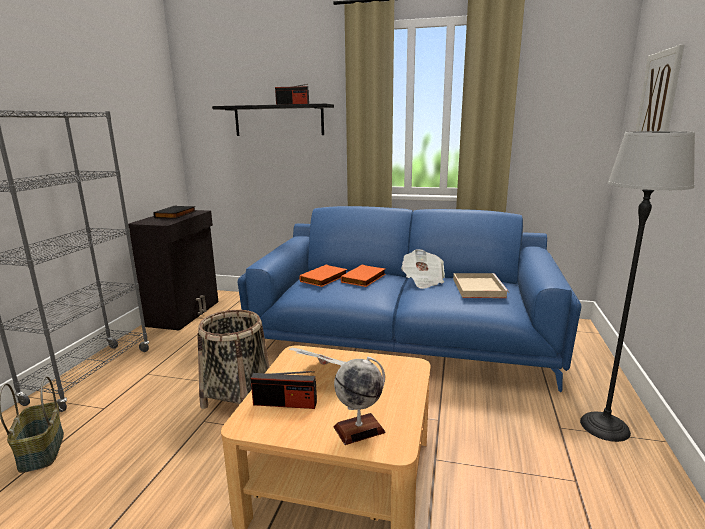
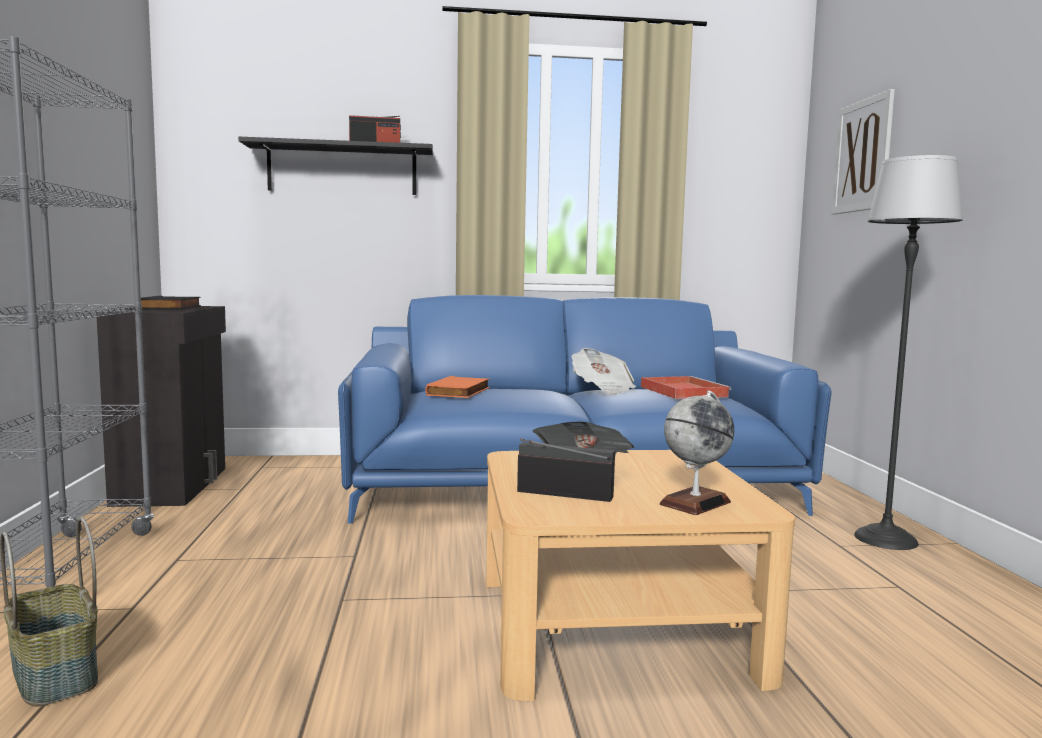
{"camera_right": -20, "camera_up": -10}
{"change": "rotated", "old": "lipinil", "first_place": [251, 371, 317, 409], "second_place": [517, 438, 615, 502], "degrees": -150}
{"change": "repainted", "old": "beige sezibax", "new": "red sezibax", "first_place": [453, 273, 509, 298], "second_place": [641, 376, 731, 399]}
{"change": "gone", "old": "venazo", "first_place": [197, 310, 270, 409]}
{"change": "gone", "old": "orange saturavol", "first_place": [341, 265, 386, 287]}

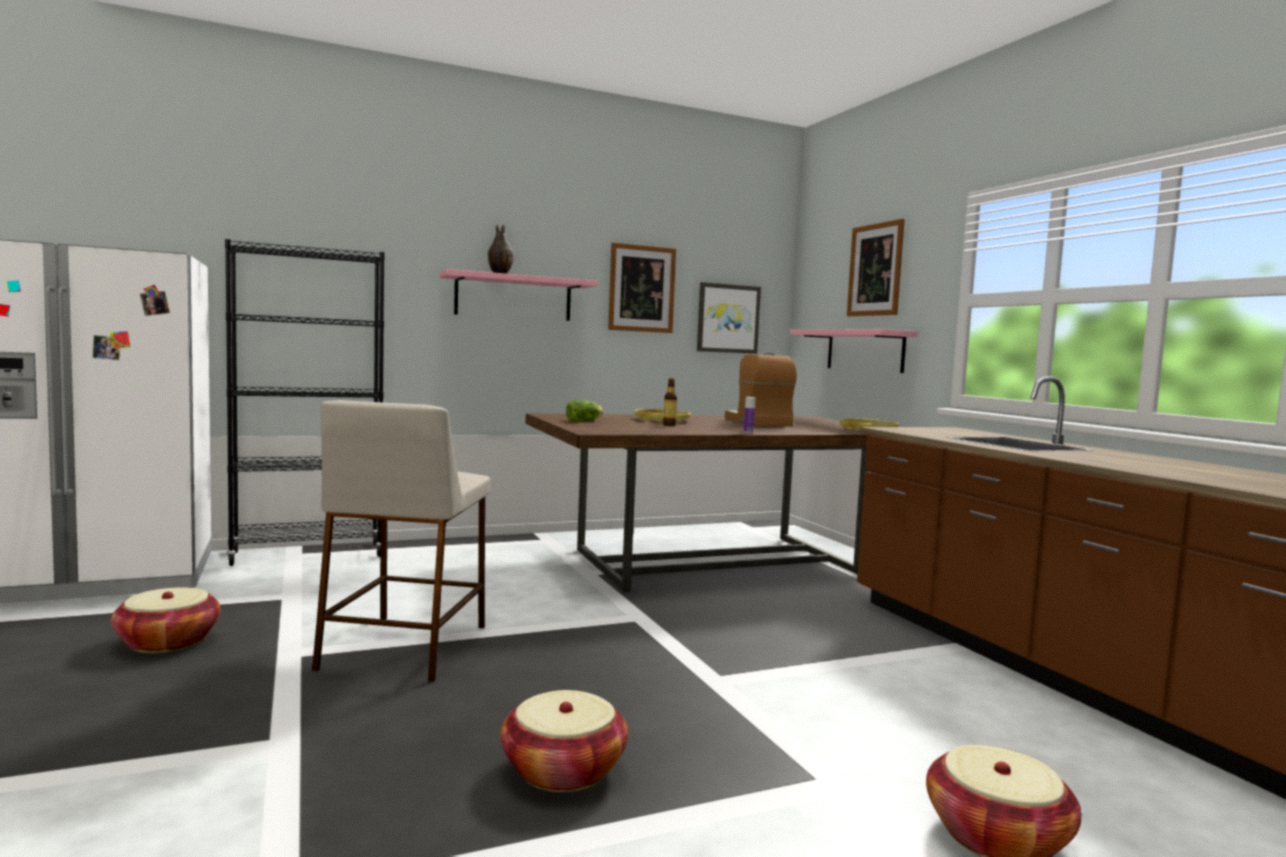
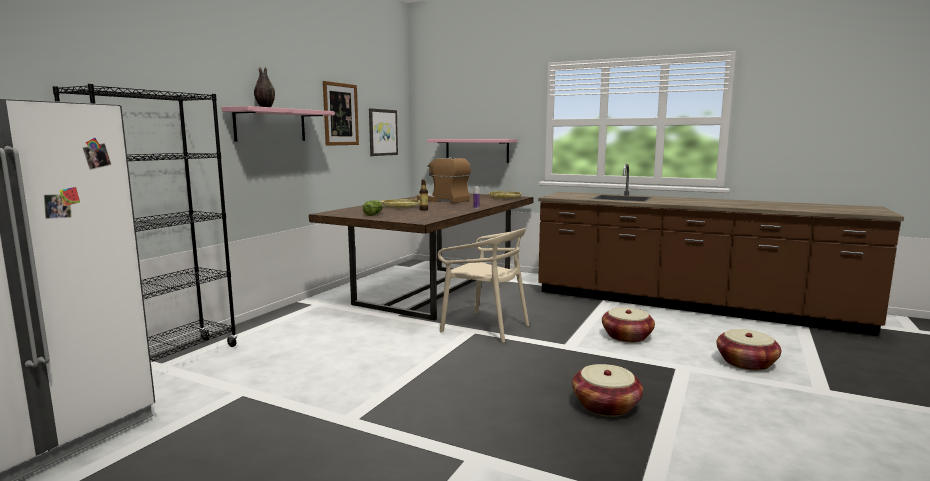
{"camera_right": -40, "camera_up": 5}
{"change": "new", "new": "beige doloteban", "second_place": [437, 228, 529, 343]}
{"change": "shifted", "old": "venazo", "first_place": [111, 587, 220, 653], "second_place": [602, 307, 655, 343]}
{"change": "gone", "old": "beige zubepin", "first_place": [312, 400, 491, 682]}
{"change": "gone", "old": "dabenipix", "first_place": [847, 219, 905, 316]}

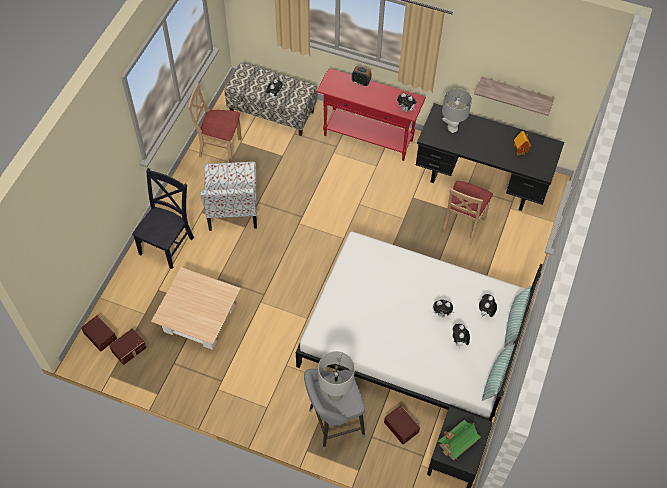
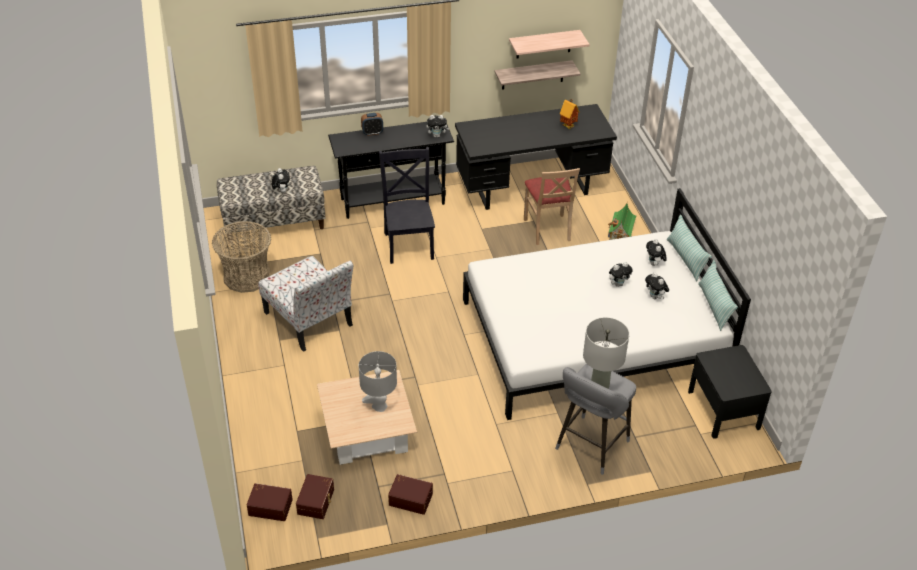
{"camera_right": -35, "camera_up": -15}
{"change": "swapped", "old": "beige doloteban", "new": "venazo", "first_place": [188, 83, 242, 163], "second_place": [212, 221, 271, 293]}
{"change": "repainted", "old": "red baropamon", "new": "black baropamon", "first_place": [316, 68, 426, 161], "second_place": [328, 122, 454, 219]}
{"change": "shifted", "old": "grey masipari", "first_place": [442, 88, 472, 133], "second_place": [359, 351, 397, 412]}
{"change": "shifted", "old": "black doloteban", "first_place": [132, 168, 194, 269], "second_place": [379, 147, 435, 264]}
{"change": "shifted", "old": "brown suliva", "first_place": [384, 405, 420, 444], "second_place": [388, 474, 433, 515]}
{"change": "new", "new": "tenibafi", "second_place": [509, 30, 590, 59]}
{"change": "shifted", "old": "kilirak", "first_place": [437, 419, 481, 461], "second_place": [608, 204, 636, 240]}

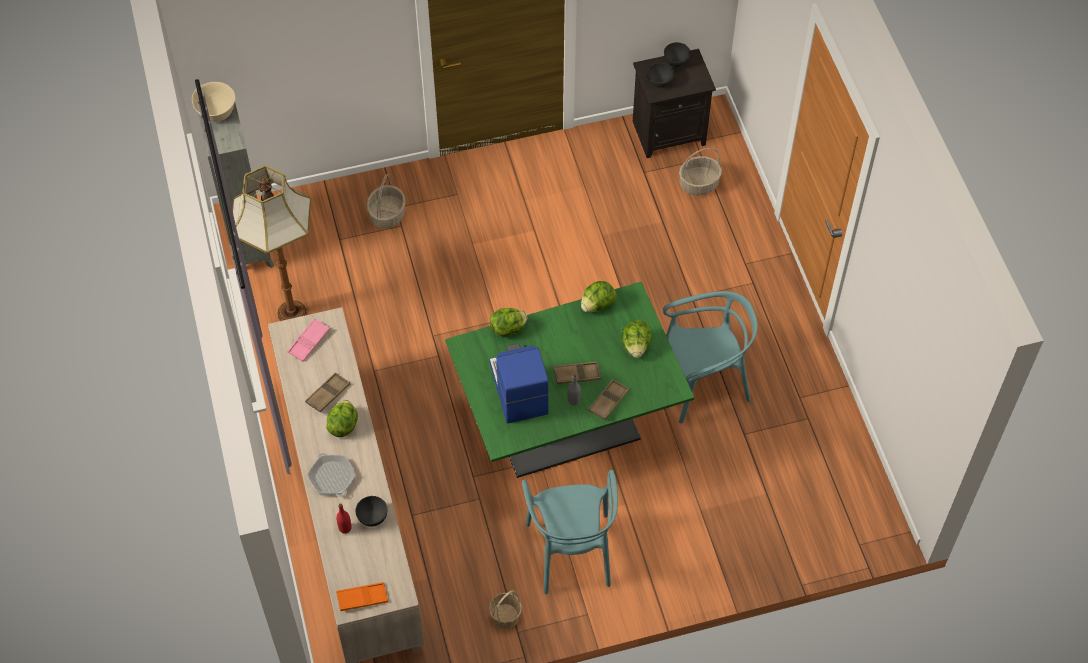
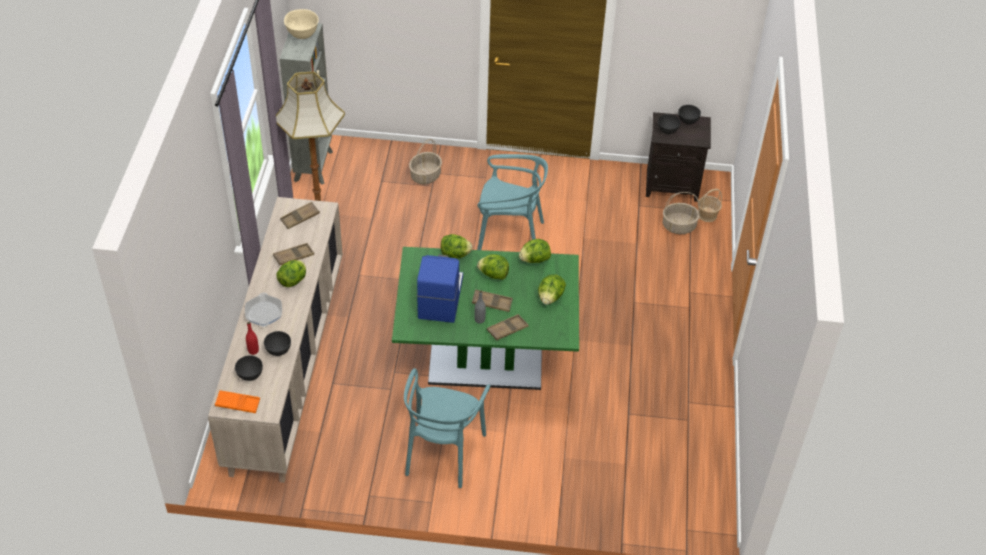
{"camera_right": 20, "camera_up": -10}
{"change": "new", "new": "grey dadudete", "second_place": [235, 355, 263, 381]}
{"change": "repainted", "old": "pink sezibax", "new": "brown sezibax", "first_place": [287, 318, 330, 362], "second_place": [280, 202, 320, 229]}
{"change": "shifted", "old": "turquoise doloteban", "first_place": [663, 291, 758, 423], "second_place": [477, 154, 548, 250]}
{"change": "new", "new": "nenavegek", "second_place": [477, 254, 509, 280]}
{"change": "shifted", "old": "venazo", "first_place": [488, 590, 522, 629], "second_place": [698, 189, 722, 222]}

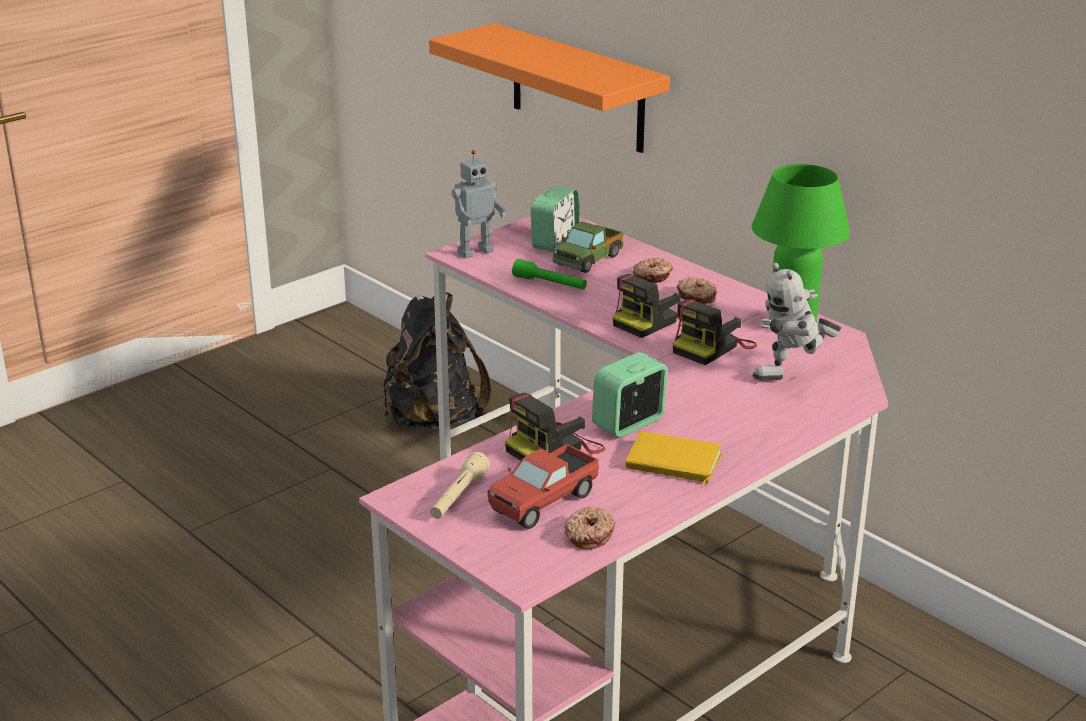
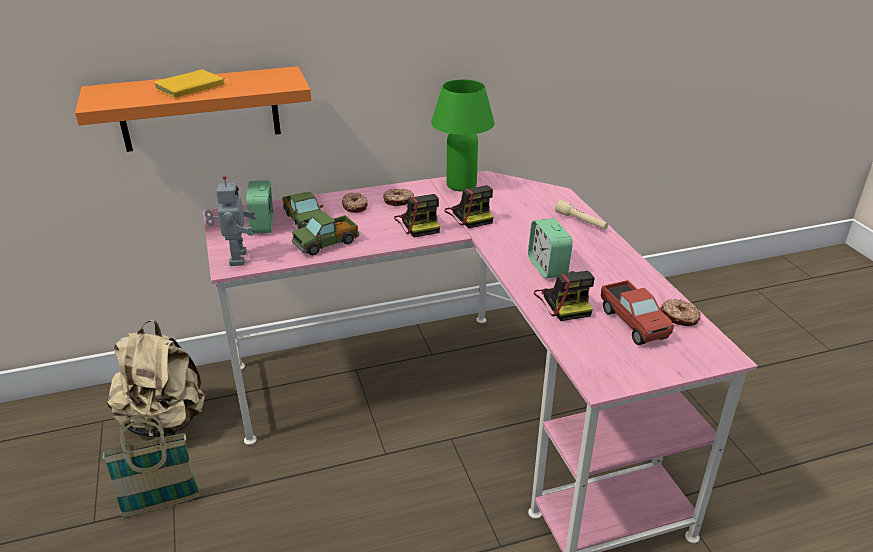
{"camera_right": -65, "camera_up": 5}
{"change": "new", "new": "venazo", "second_place": [103, 414, 200, 517]}
{"change": "repainted", "old": "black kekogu", "new": "beige kekogu", "first_place": [384, 293, 491, 429], "second_place": [107, 320, 205, 439]}
{"change": "shifted", "old": "yellow saturavol", "first_place": [625, 432, 722, 487], "second_place": [154, 69, 230, 98]}
{"change": "rotated", "old": "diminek", "first_place": [530, 186, 580, 252], "second_place": [246, 181, 273, 233], "degrees": -150}
{"change": "swapped", "old": "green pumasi", "new": "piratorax", "first_place": [512, 259, 587, 290], "second_place": [292, 212, 359, 255]}
{"change": "shifted", "old": "beige pumasi", "first_place": [430, 452, 490, 519], "second_place": [555, 200, 608, 230]}
{"change": "gone", "old": "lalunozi", "first_place": [753, 263, 841, 381]}

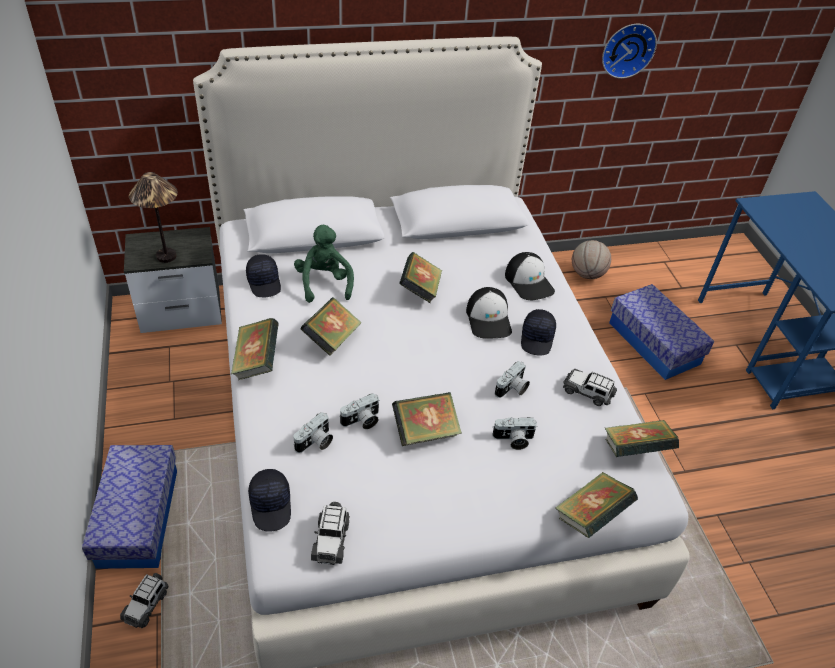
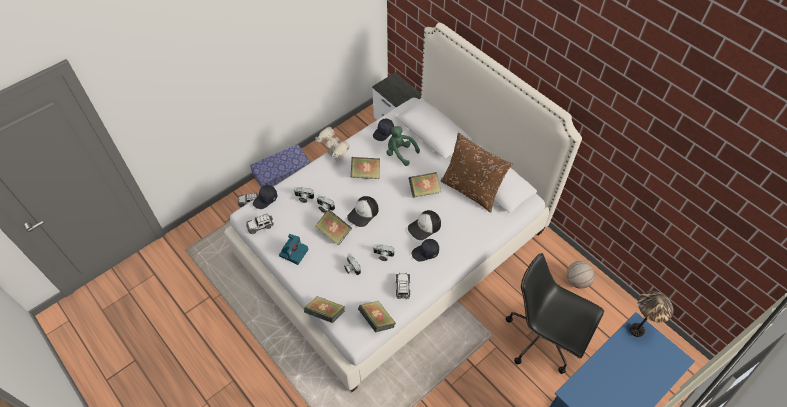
{"camera_right": 65, "camera_up": 10}
{"change": "new", "new": "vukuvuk", "second_place": [279, 234, 309, 265]}
{"change": "swapped", "old": "saturavol", "new": "lalunozi", "first_place": [231, 318, 279, 380], "second_place": [315, 126, 350, 161]}
{"change": "shifted", "old": "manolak", "first_place": [505, 252, 555, 300], "second_place": [347, 196, 379, 227]}
{"change": "rotated", "old": "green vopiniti", "first_place": [294, 225, 354, 303], "second_place": [386, 126, 420, 166], "degrees": -105}
{"change": "new", "new": "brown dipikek", "second_place": [441, 133, 512, 213]}
{"change": "swapped", "old": "suliva", "new": "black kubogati", "first_place": [609, 284, 714, 380], "second_place": [506, 253, 604, 374]}
{"change": "shifted", "old": "masipari", "first_place": [129, 172, 178, 263], "second_place": [630, 291, 674, 337]}
{"change": "gone", "old": "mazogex", "first_place": [602, 24, 657, 79]}

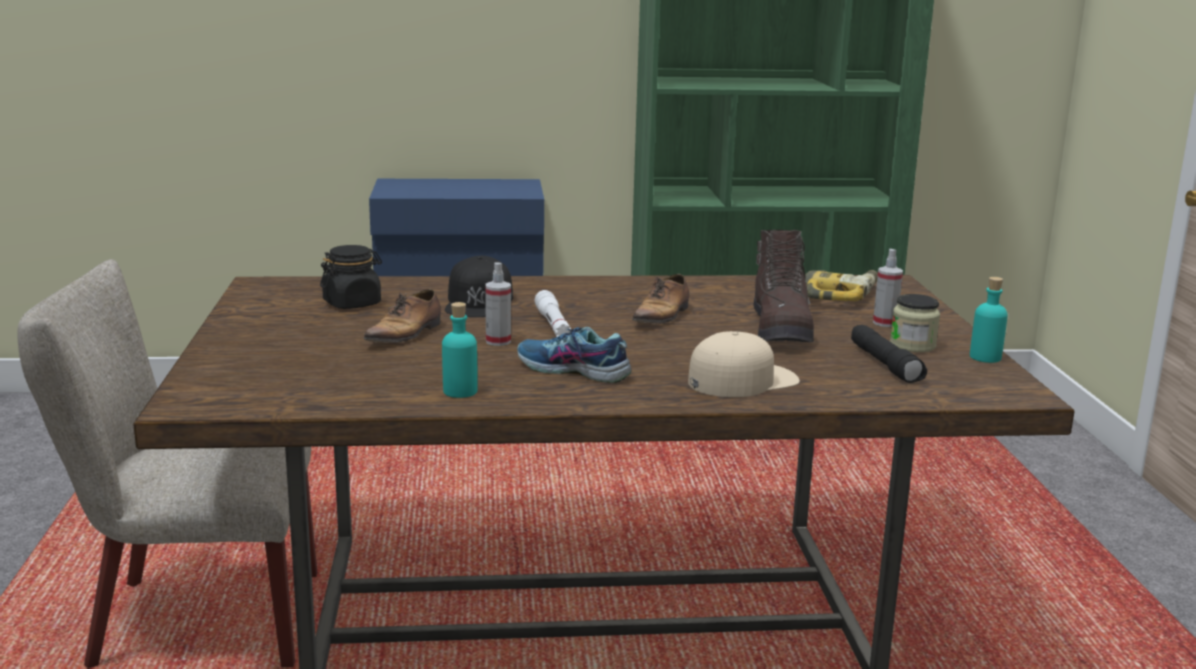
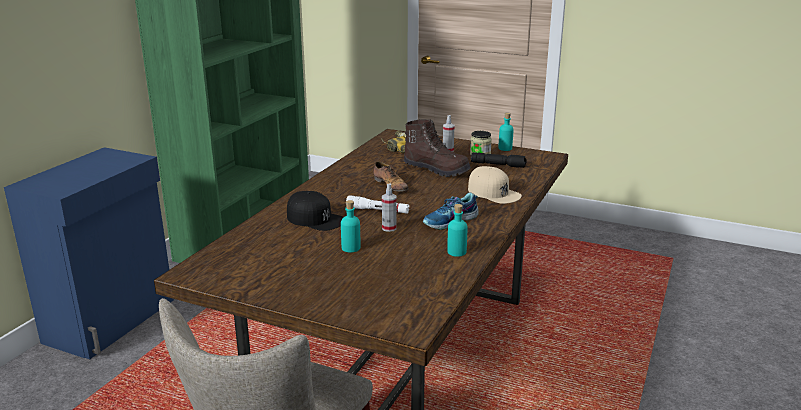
{"camera_right": -60, "camera_up": 5}
{"change": "swapped", "old": "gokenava", "new": "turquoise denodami", "first_place": [363, 289, 441, 343], "second_place": [341, 200, 360, 252]}
{"change": "rotated", "old": "beige manolak", "first_place": [688, 331, 800, 397], "second_place": [468, 166, 522, 204], "degrees": 135}
{"change": "gone", "old": "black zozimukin", "first_place": [320, 245, 382, 309]}

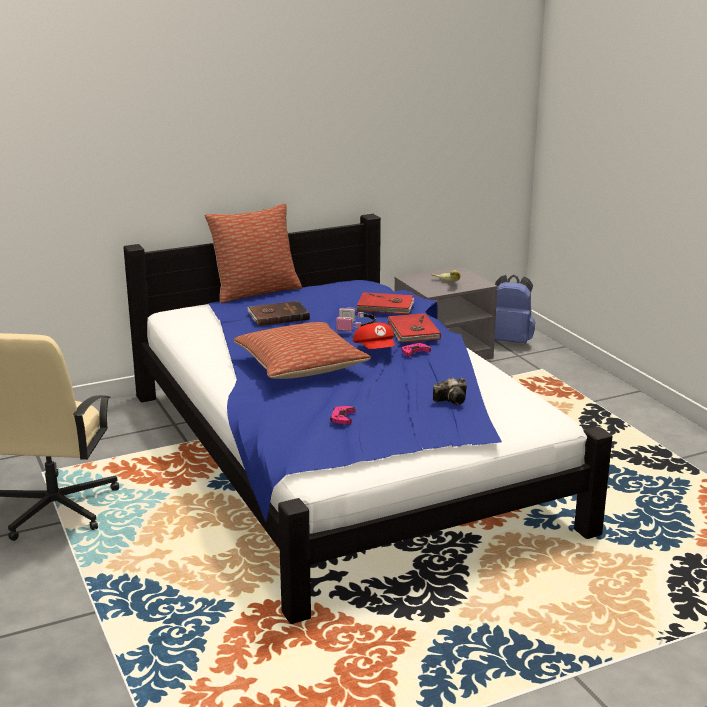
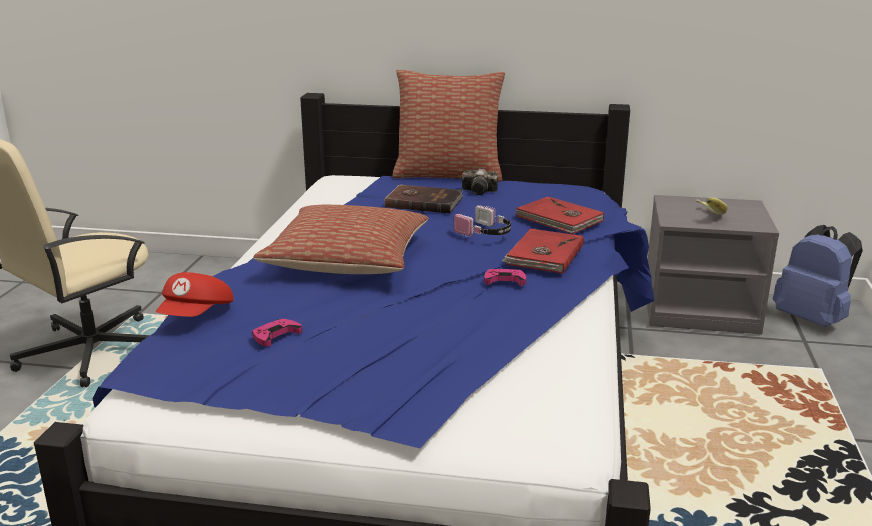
{"camera_right": 35, "camera_up": 0}
{"change": "shifted", "old": "red manolak", "first_place": [353, 323, 395, 349], "second_place": [156, 272, 234, 317]}
{"change": "shifted", "old": "vukuvuk", "first_place": [433, 377, 467, 405], "second_place": [462, 168, 498, 195]}

